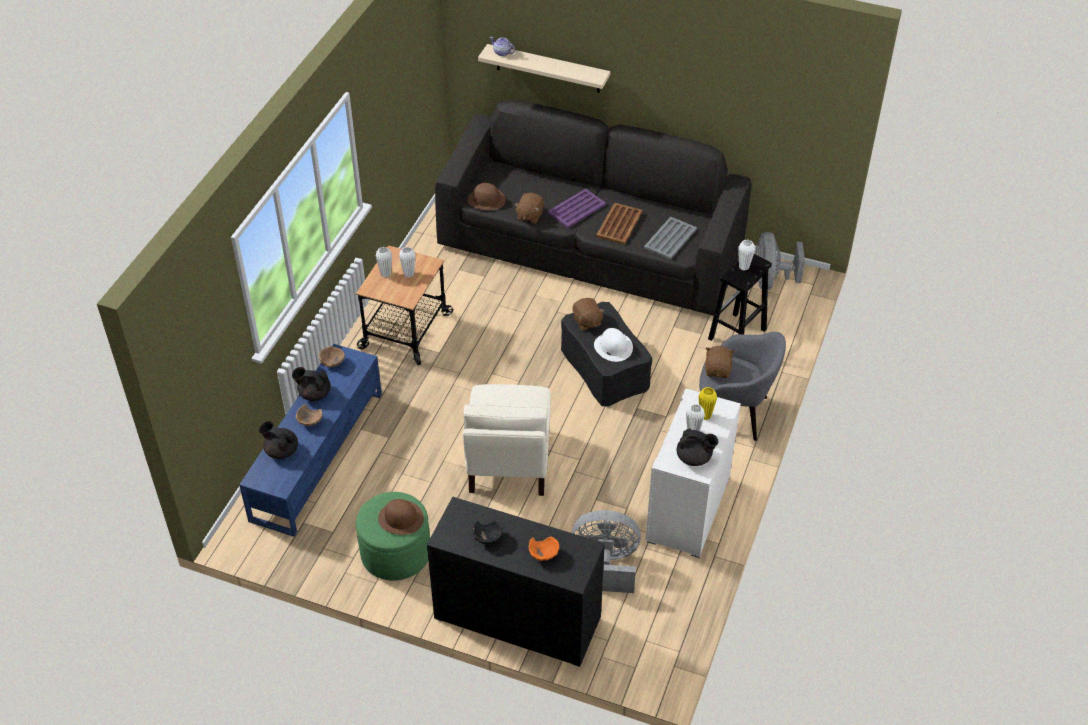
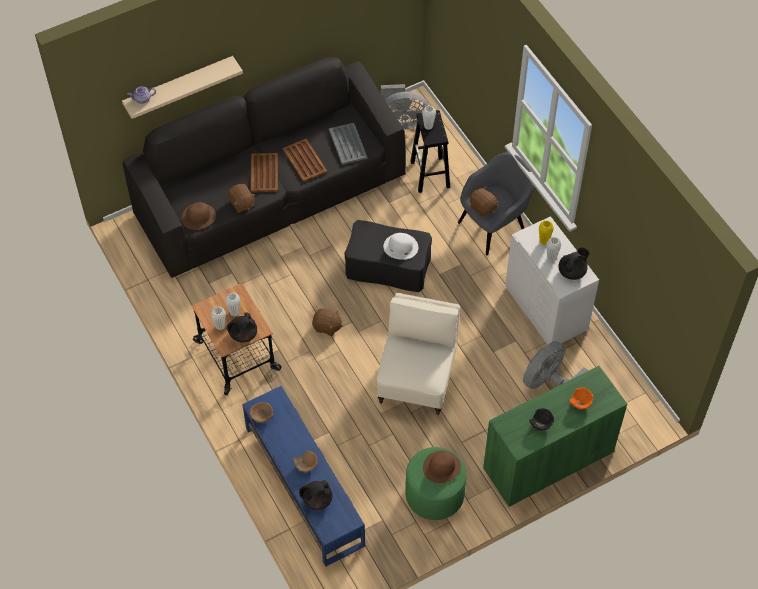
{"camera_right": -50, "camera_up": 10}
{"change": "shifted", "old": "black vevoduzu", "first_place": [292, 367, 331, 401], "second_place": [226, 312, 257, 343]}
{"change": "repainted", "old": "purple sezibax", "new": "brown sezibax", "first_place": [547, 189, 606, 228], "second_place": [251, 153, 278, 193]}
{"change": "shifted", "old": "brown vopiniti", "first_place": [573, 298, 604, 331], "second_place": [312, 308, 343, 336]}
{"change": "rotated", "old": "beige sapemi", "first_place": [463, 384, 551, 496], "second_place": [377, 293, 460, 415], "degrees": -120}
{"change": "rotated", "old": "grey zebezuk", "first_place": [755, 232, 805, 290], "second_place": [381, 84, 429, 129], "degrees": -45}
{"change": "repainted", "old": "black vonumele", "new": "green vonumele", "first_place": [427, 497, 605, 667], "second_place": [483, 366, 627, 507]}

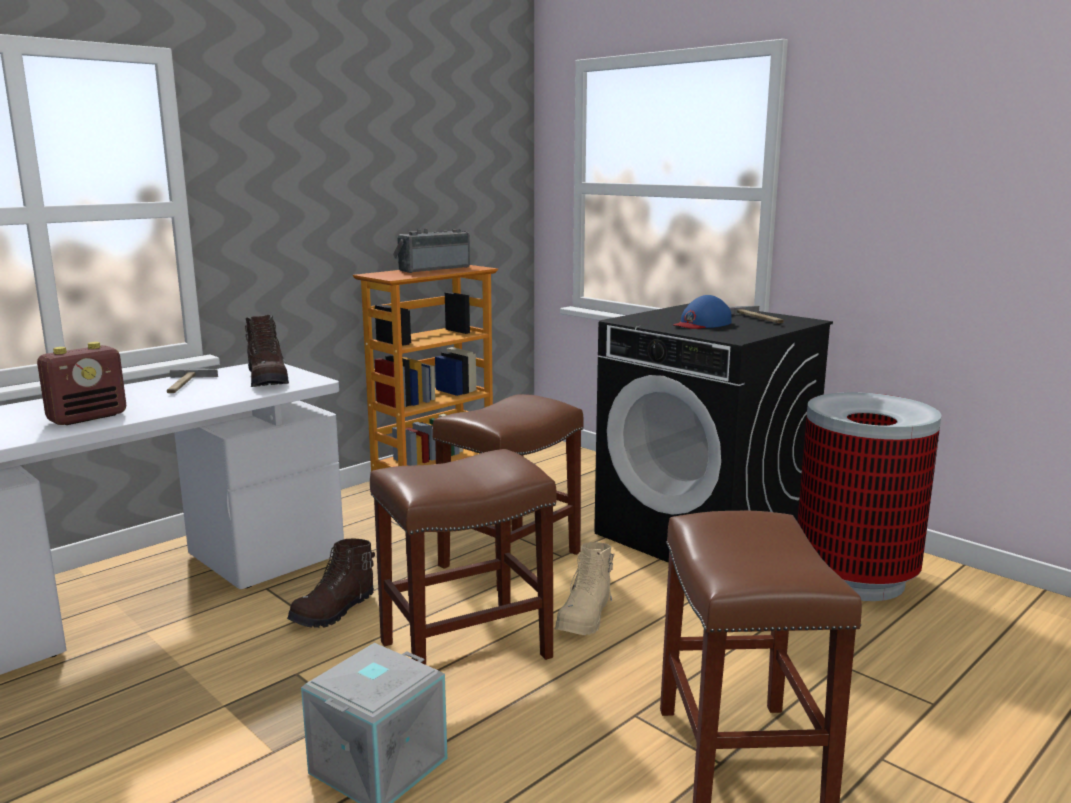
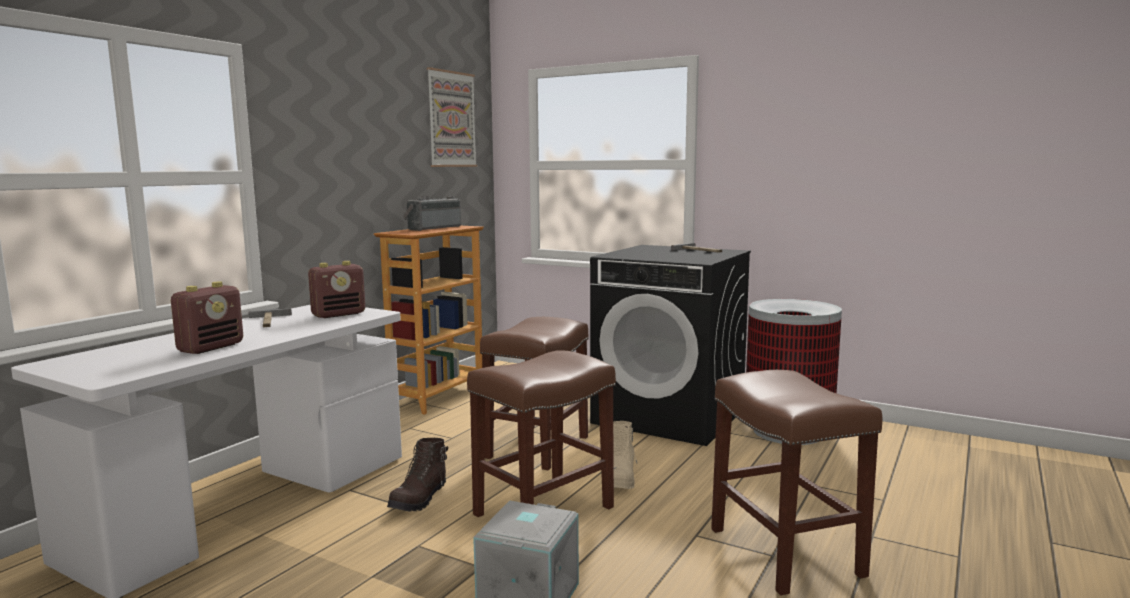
{"camera_right": -15, "camera_up": -5}
{"change": "swapped", "old": "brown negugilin", "new": "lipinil", "first_place": [245, 315, 289, 387], "second_place": [308, 261, 365, 318]}
{"change": "new", "new": "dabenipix", "second_place": [427, 67, 477, 167]}
{"change": "gone", "old": "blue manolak", "first_place": [674, 295, 732, 329]}

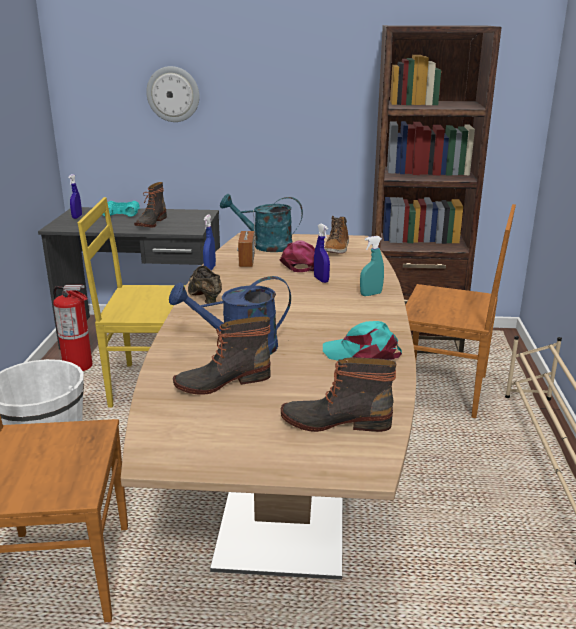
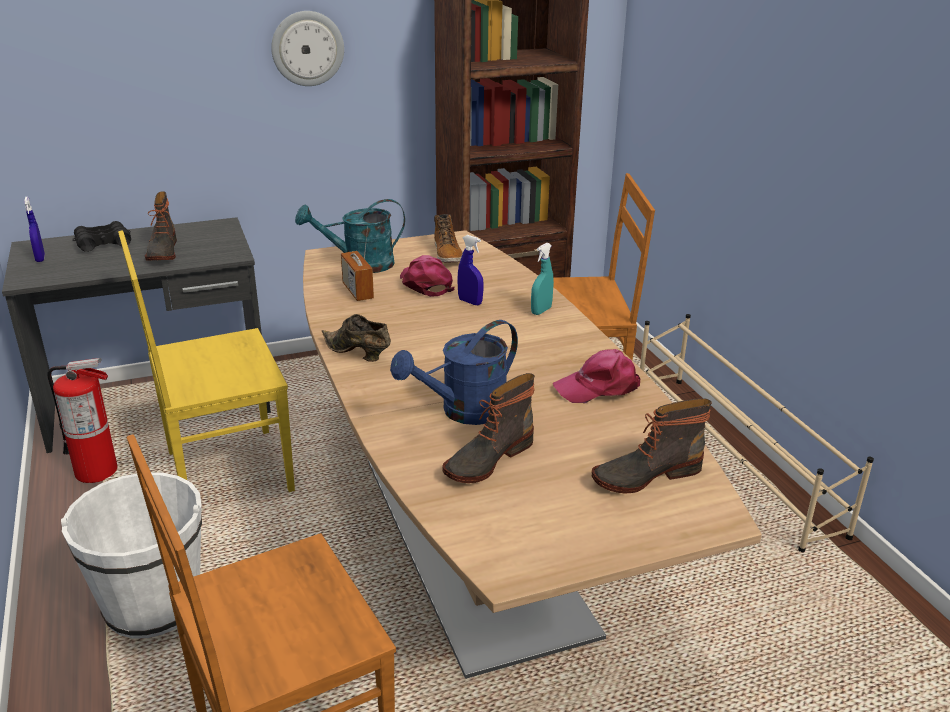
{"camera_right": -25, "camera_up": 5}
{"change": "repainted", "old": "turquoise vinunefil", "new": "black vinunefil", "first_place": [102, 201, 140, 217], "second_place": [73, 221, 131, 252]}
{"change": "shifted", "old": "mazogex", "first_place": [146, 66, 199, 122], "second_place": [271, 11, 344, 86]}
{"change": "repainted", "old": "turquoise manolak", "new": "pink manolak", "first_place": [323, 321, 402, 361], "second_place": [553, 349, 640, 403]}
{"change": "gone", "old": "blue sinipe", "first_place": [203, 214, 216, 270]}

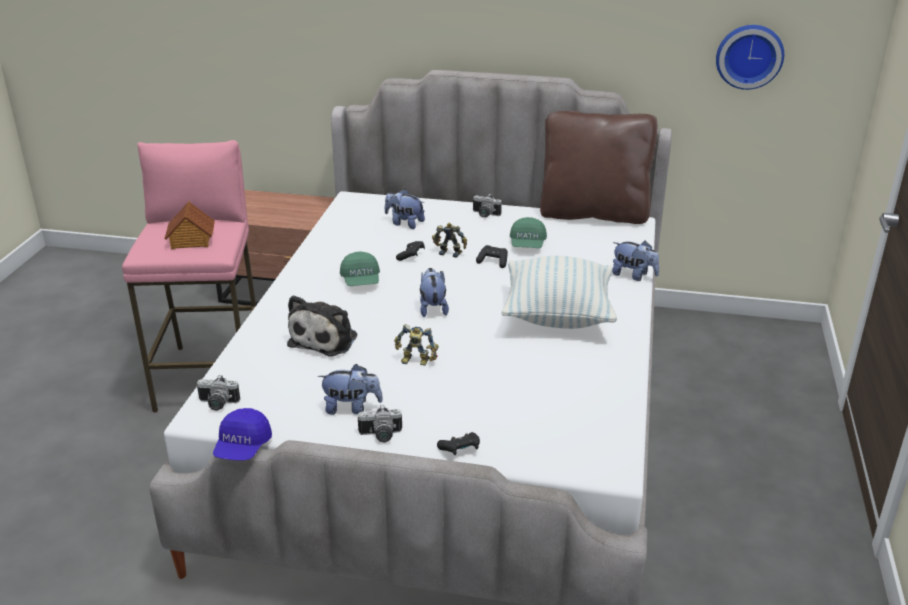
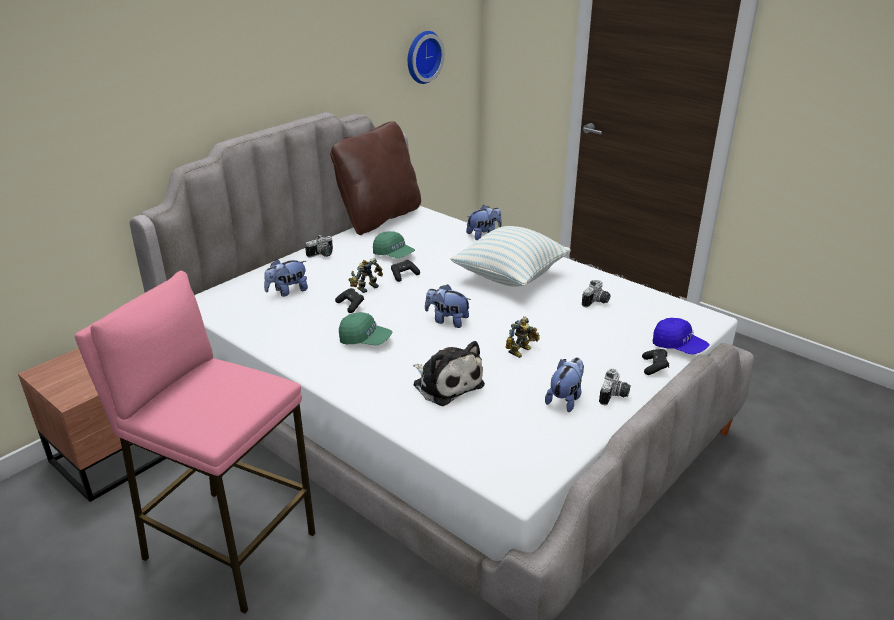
{"camera_right": -60, "camera_up": 0}
{"change": "shifted", "old": "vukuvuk", "first_place": [197, 375, 240, 411], "second_place": [582, 280, 610, 307]}
{"change": "shifted", "old": "blue manolak", "first_place": [213, 408, 272, 460], "second_place": [653, 318, 709, 355]}
{"change": "gone", "old": "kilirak", "first_place": [164, 201, 215, 249]}

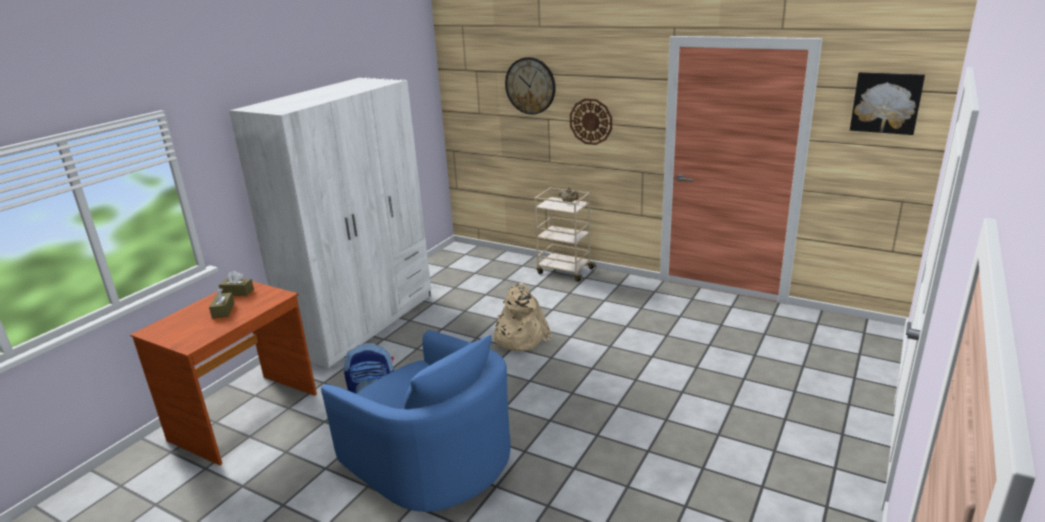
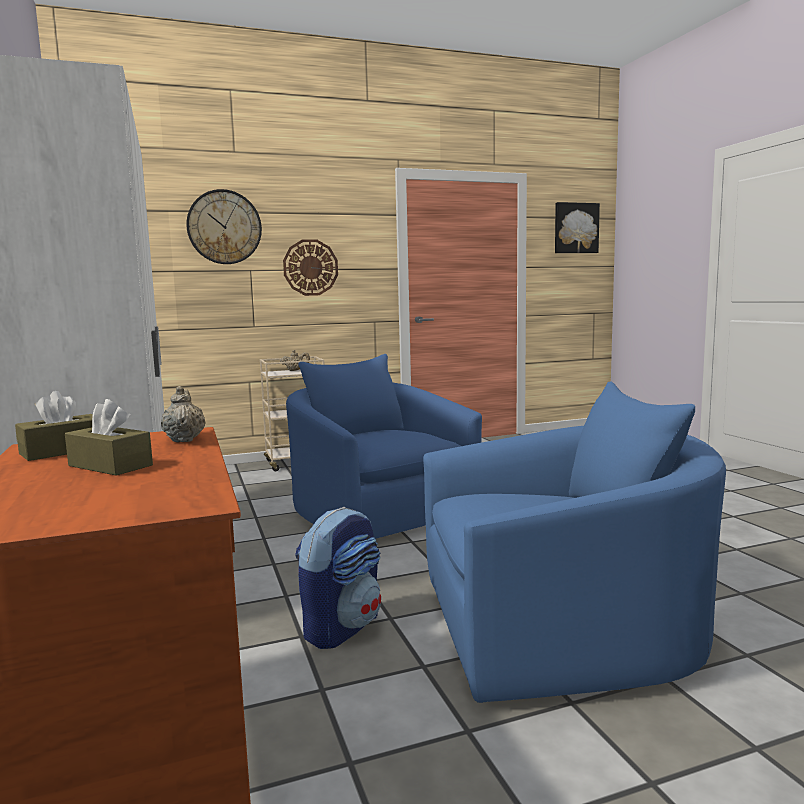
{"camera_right": -50, "camera_up": -15}
{"change": "new", "new": "beige vevoduzu", "second_place": [161, 386, 206, 442]}
{"change": "swapped", "old": "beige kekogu", "new": "blue sapemi", "first_place": [492, 283, 552, 351], "second_place": [286, 354, 482, 539]}

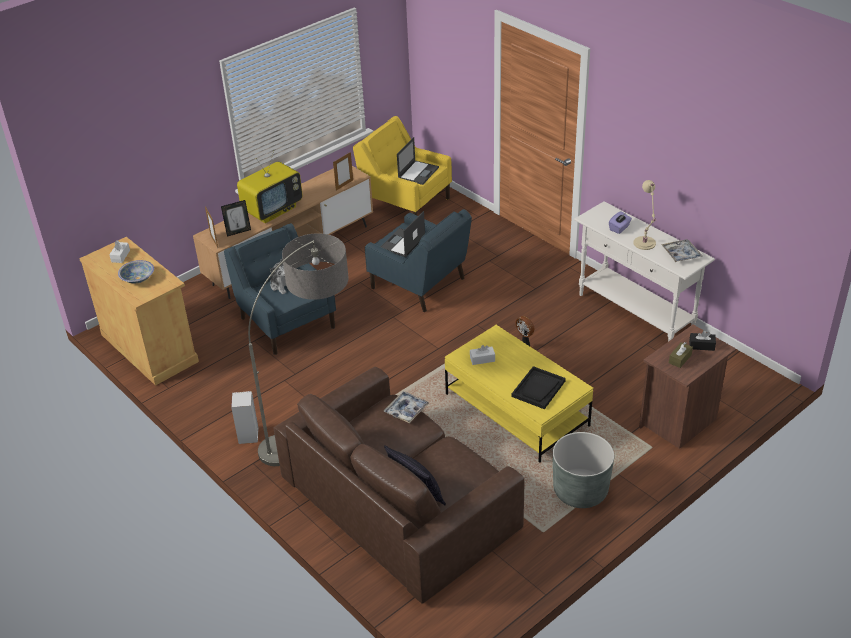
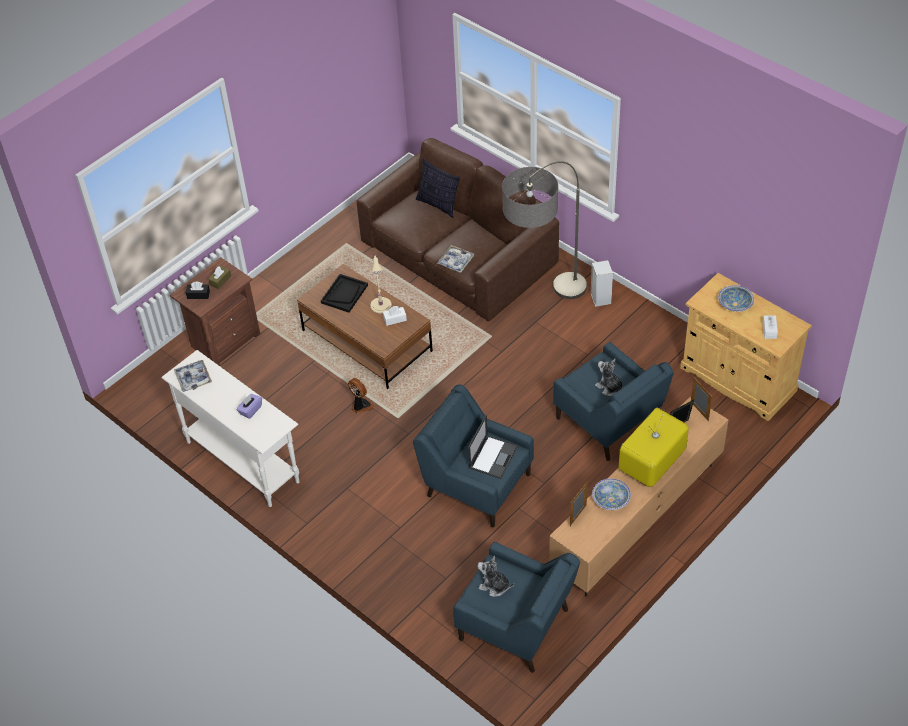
{"camera_right": 175, "camera_up": 10}
{"change": "repainted", "old": "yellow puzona", "new": "brown puzona", "first_place": [445, 325, 594, 463], "second_place": [297, 264, 433, 389]}
{"change": "shifted", "old": "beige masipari", "first_place": [633, 180, 656, 250], "second_place": [370, 255, 392, 313]}
{"change": "repainted", "old": "yellow sapemi", "new": "blue sapemi", "first_place": [353, 116, 452, 215], "second_place": [453, 542, 580, 673]}
{"change": "swapped", "old": "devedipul", "new": "vopiniti", "first_place": [397, 137, 439, 185], "second_place": [478, 555, 514, 596]}
{"change": "new", "new": "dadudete", "second_place": [592, 478, 631, 510]}
{"change": "gone", "old": "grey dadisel", "first_place": [553, 432, 614, 508]}

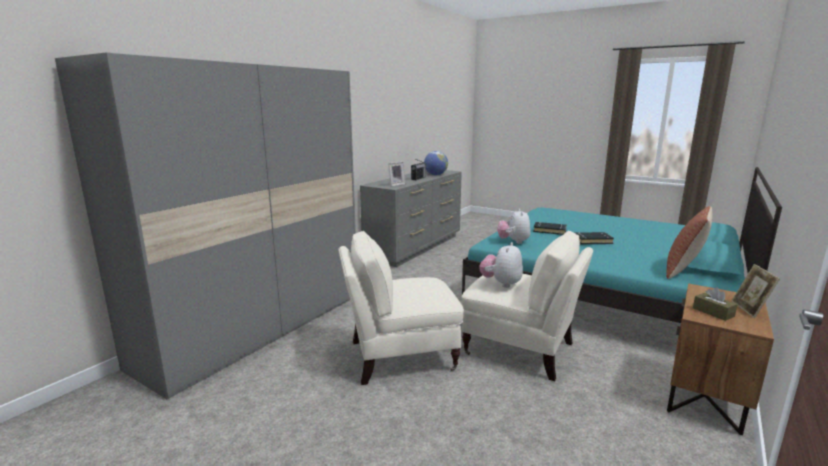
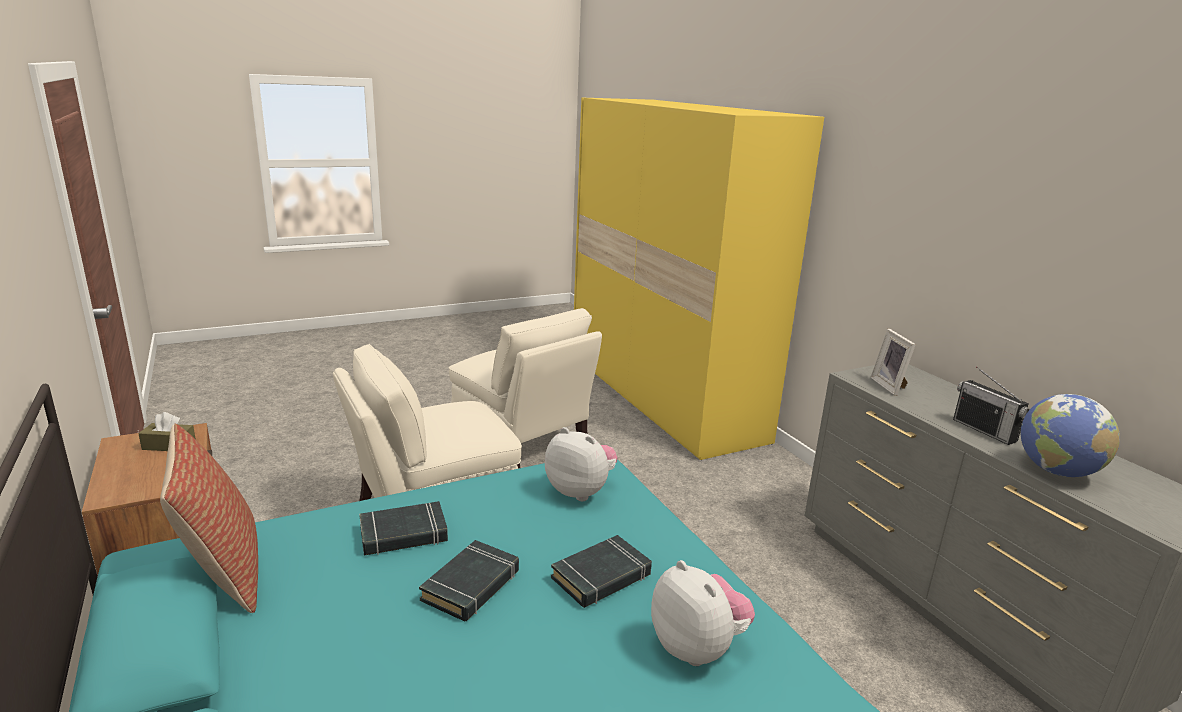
{"camera_right": 120, "camera_up": 5}
{"change": "new", "new": "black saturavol", "second_place": [359, 501, 448, 555]}
{"change": "rotated", "old": "beige sapemi", "first_place": [338, 231, 464, 385], "second_place": [449, 308, 602, 469], "degrees": 120}
{"change": "repainted", "old": "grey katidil", "new": "yellow katidil", "first_place": [55, 52, 356, 399], "second_place": [574, 98, 824, 460]}
{"change": "shifted", "old": "vopiniti", "first_place": [479, 242, 523, 288], "second_place": [651, 560, 755, 666]}
{"change": "gone", "old": "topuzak", "first_place": [731, 264, 780, 318]}

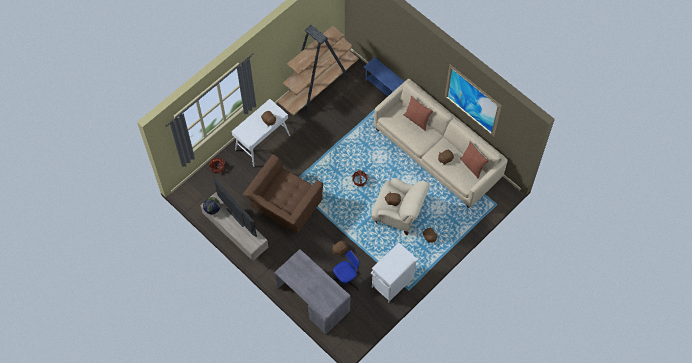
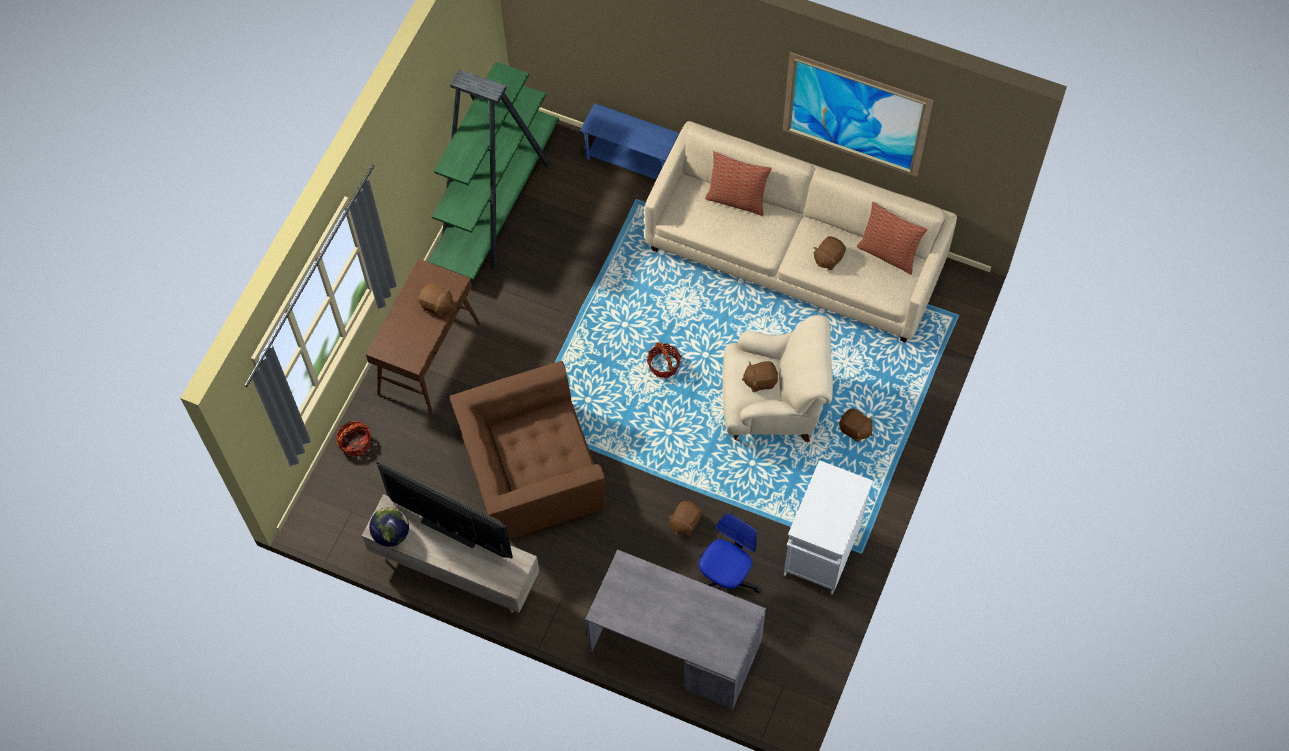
{"camera_right": -20, "camera_up": 0}
{"change": "repainted", "old": "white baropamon", "new": "brown baropamon", "first_place": [232, 99, 290, 167], "second_place": [366, 259, 481, 416]}
{"change": "repainted", "old": "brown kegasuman", "new": "green kegasuman", "first_place": [277, 25, 359, 116], "second_place": [428, 61, 559, 280]}
{"change": "rotated", "old": "brown sapemi", "first_place": [243, 154, 323, 234], "second_place": [450, 361, 606, 539], "degrees": 60}

